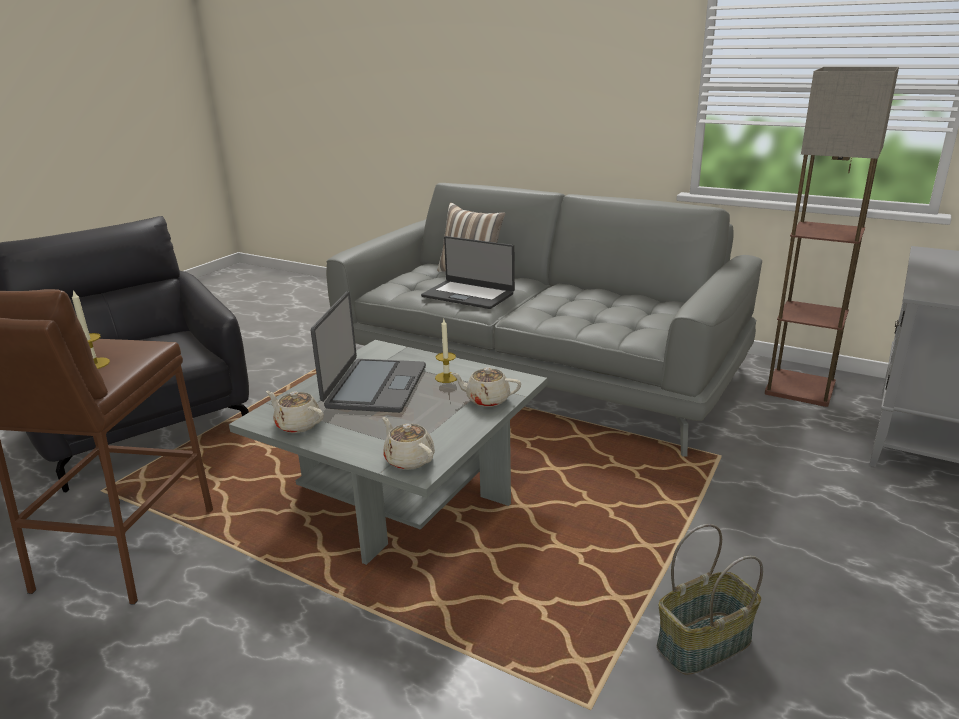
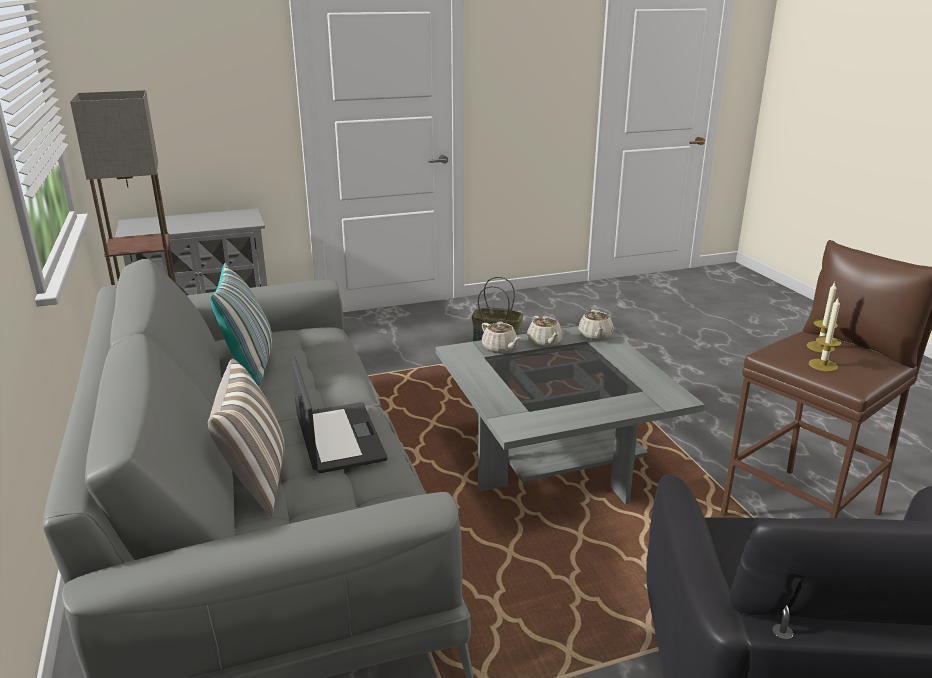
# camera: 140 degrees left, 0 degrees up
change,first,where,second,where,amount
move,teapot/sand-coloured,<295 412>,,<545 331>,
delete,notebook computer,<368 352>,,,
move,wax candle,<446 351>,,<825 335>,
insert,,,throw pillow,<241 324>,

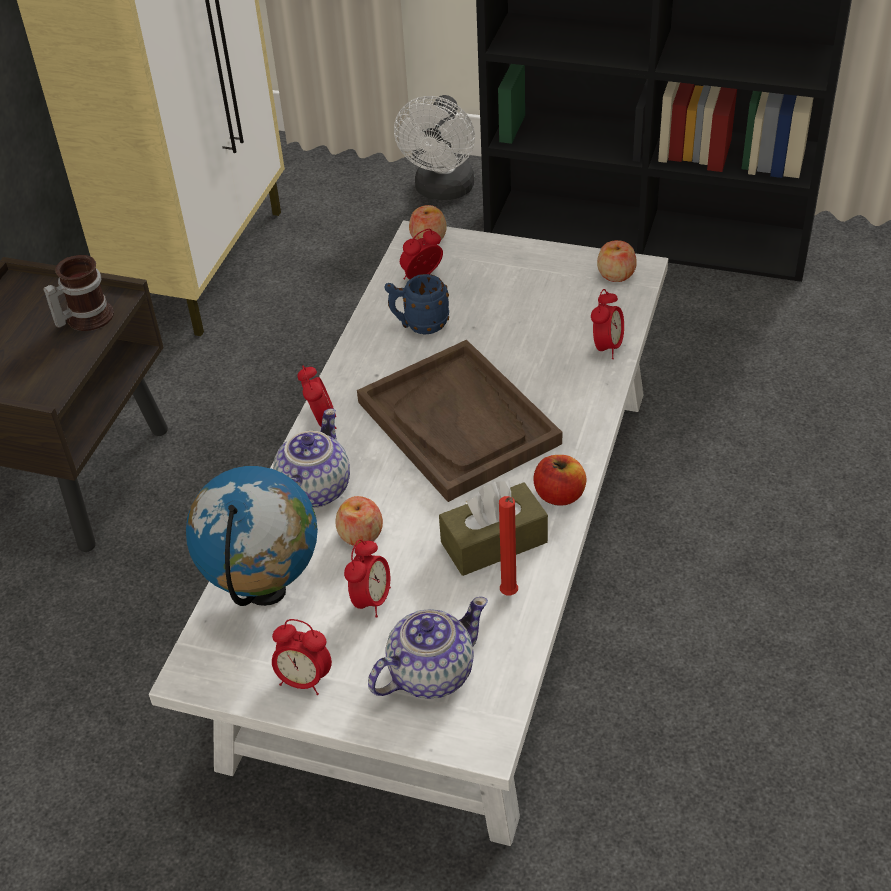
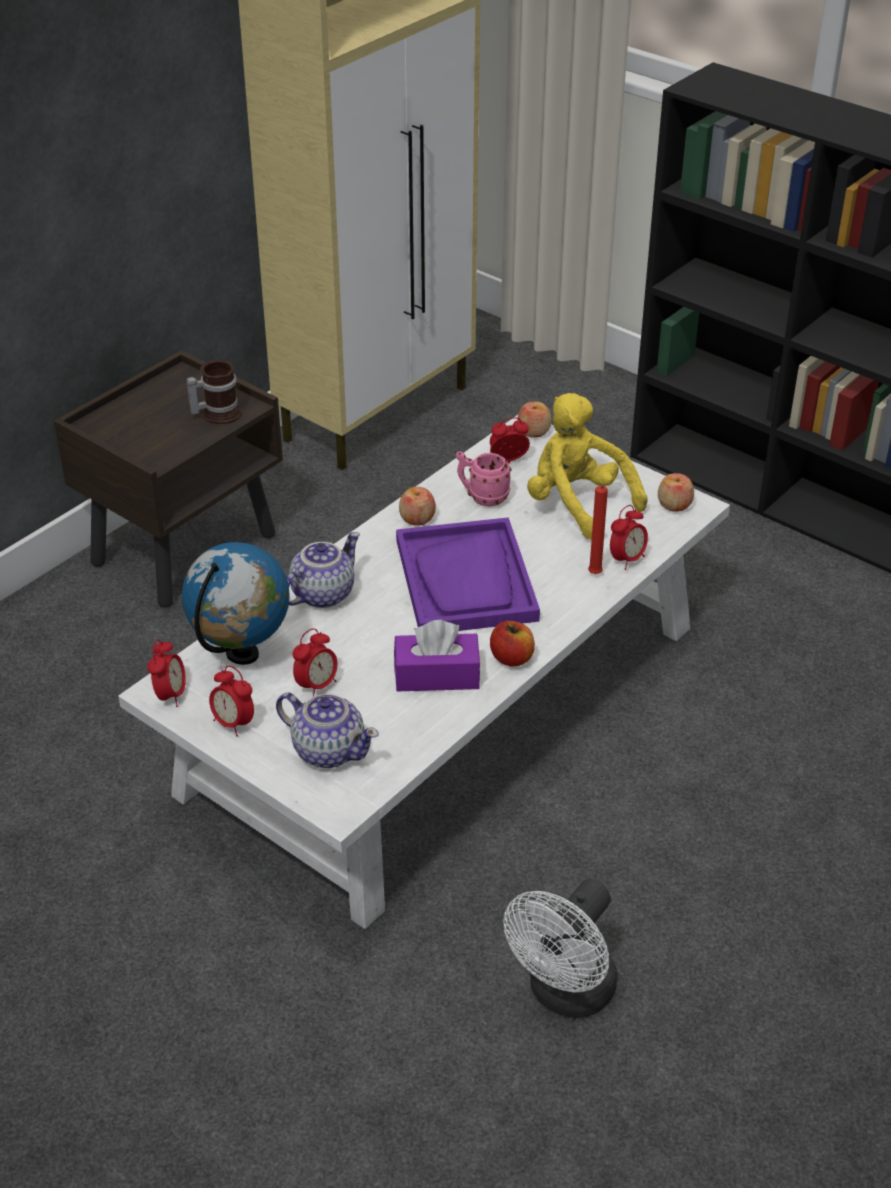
# camera: 20 degrees right, 5 degrees down
change,first,where,second,where,amount
move,alarm clock,<316 397>,,<166 673>,
move,whole apple,<359 521>,,<417 506>,
recolor,tray/brown,<459 421>,tray/purple-coloured,<468 574>,
rotate,teapot,<428 648>,,<327 730>,45 degrees clockwise
recolor,tea mug/bluish,<416 304>,tea mug/pink-coloured,<483 479>,
move,fan/whitish,<434 147>,,<561 948>,
recolor,tissue box/brown,<493 528>,tissue box/purple-coloured,<437 655>,
move,wax candle/red-coloured,<508 545>,,<598 529>,
insert,,,soft toy/yellowish,<587 466>,

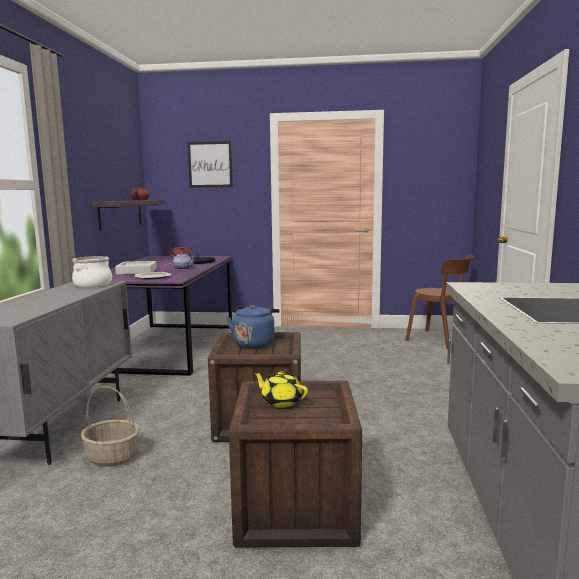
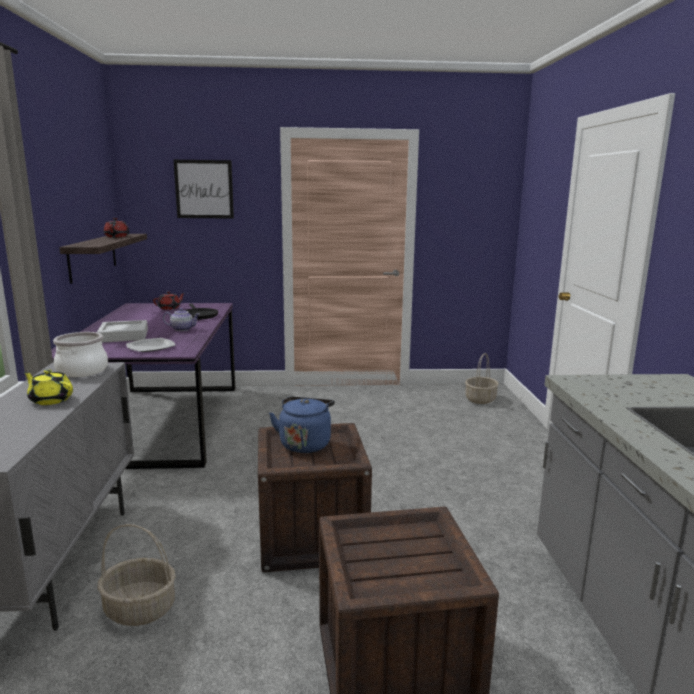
# camera: 10 degrees left, 5 degrees up
change,first,where,second,where,amount
move,teapot/yellowish,<281 389>,,<48 387>,
replace,plain chair/brown,<439 301>,basket,<482 378>,

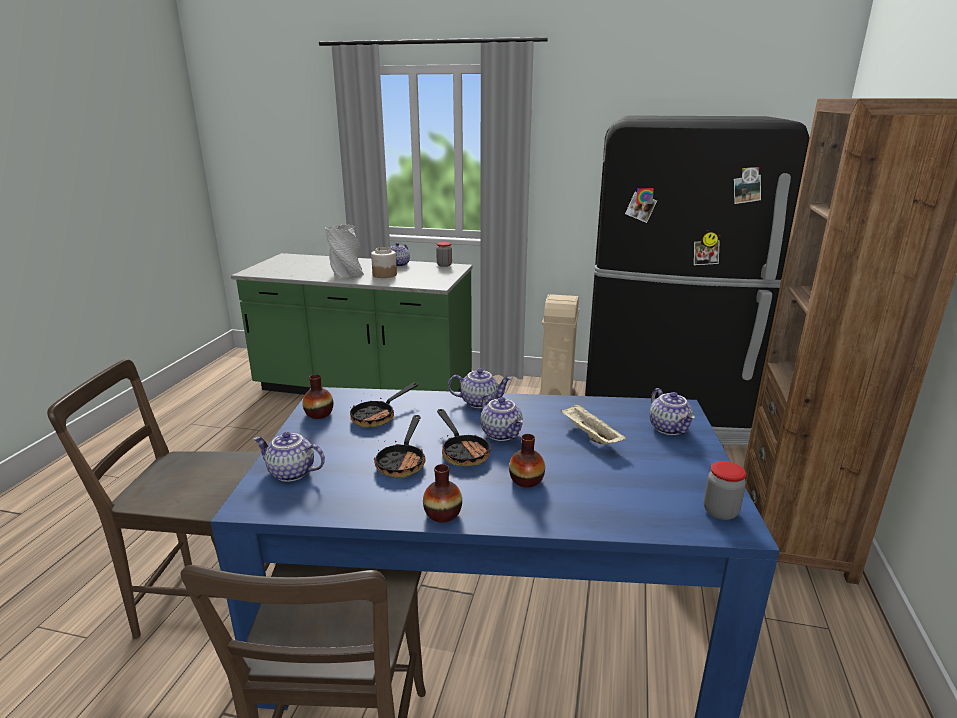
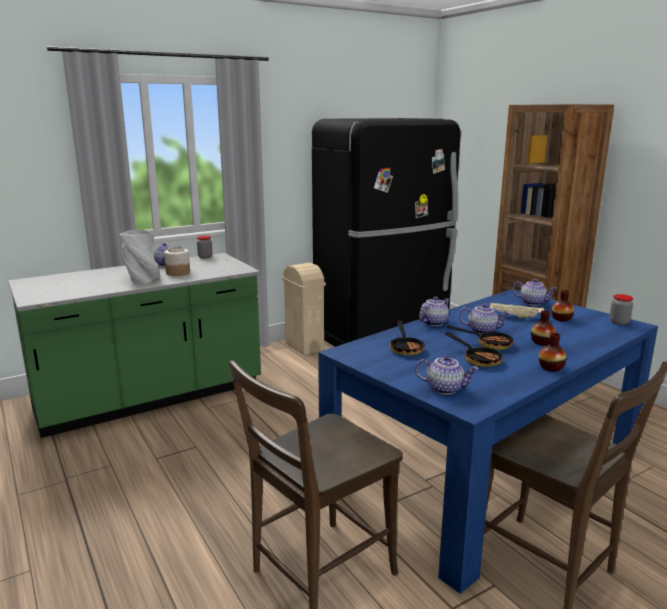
# camera: 45 degrees left, 5 degrees down
change,first,where,second,where,amount
rotate,teapot,<289 457>,,<447 375>,135 degrees counterclockwise
move,vase,<318 396>,,<562 305>,

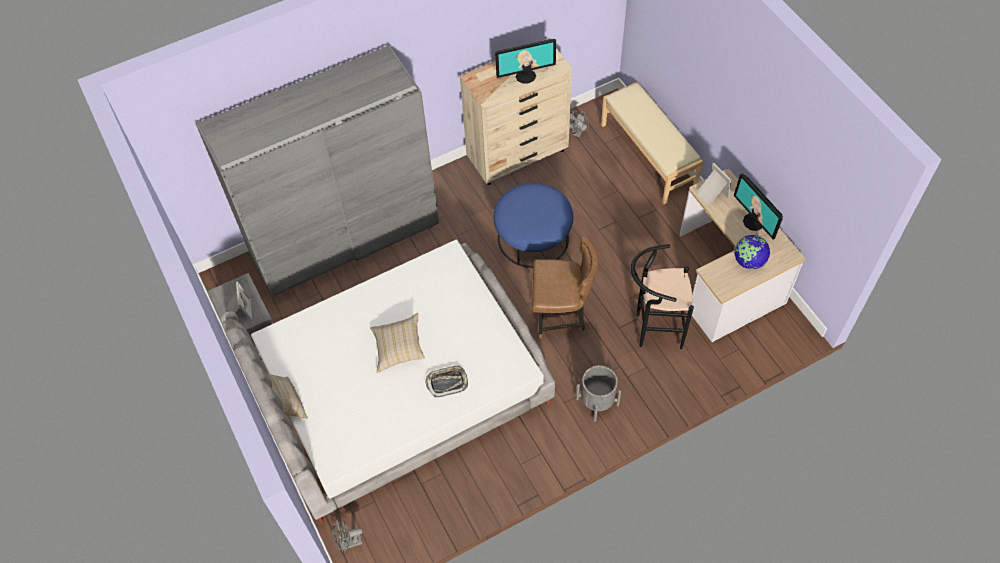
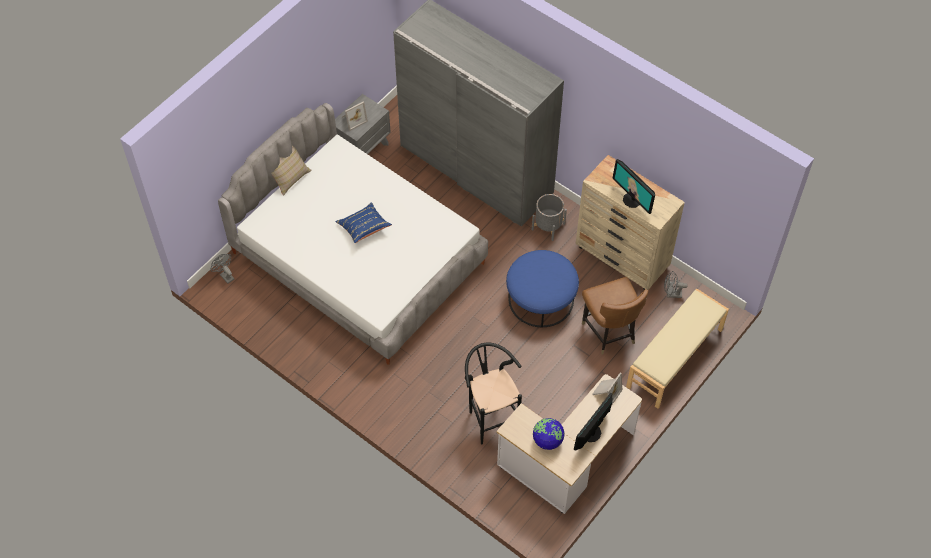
# camera: 65 degrees right, 0 degrees up
change,first,where,second,where,amount
recolor,throw pillow/sand-coloured,<397 343>,throw pillow/bluish,<364 222>,
delete,tray,<446 381>,,,
move,plain chair/brown,<565 287>,,<615 315>,
move,flower pot/greyish,<598 393>,,<549 217>,

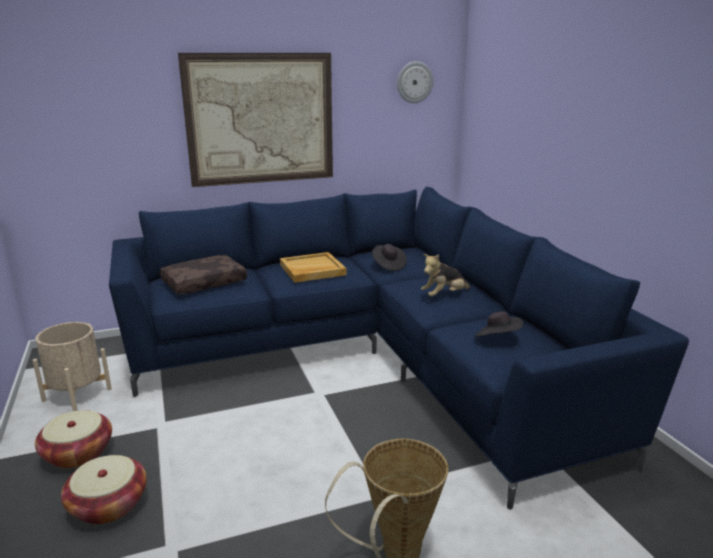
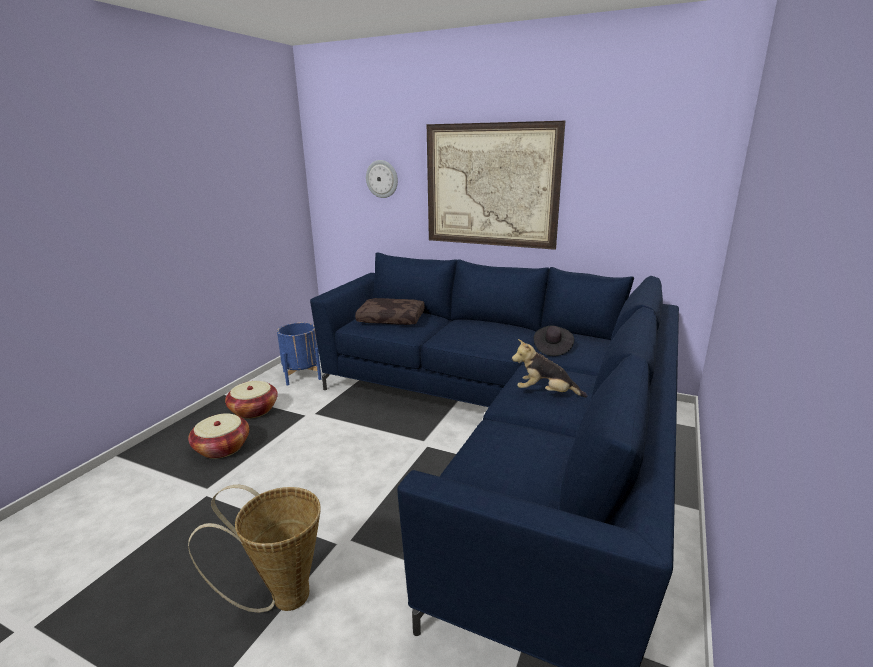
# camera: 45 degrees right, 0 degrees up
change,first,where,second,where,amount
recolor,flower pot/sand-coloured,<72 366>,flower pot/bluish,<299 354>,
delete,tray/sand-coloured,<313 267>,,,
move,clock on the wall,<415 82>,,<382 179>,
delete,hat/blackish,<499 324>,,,

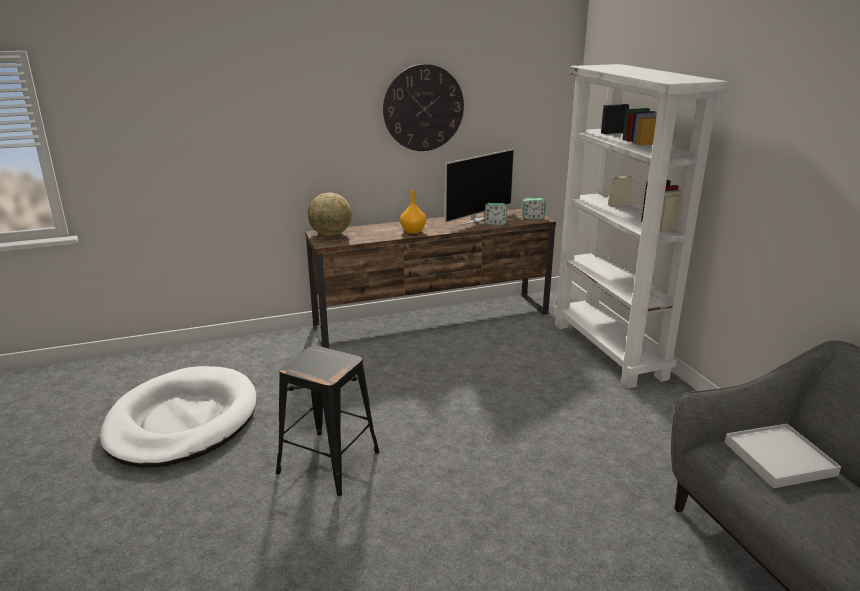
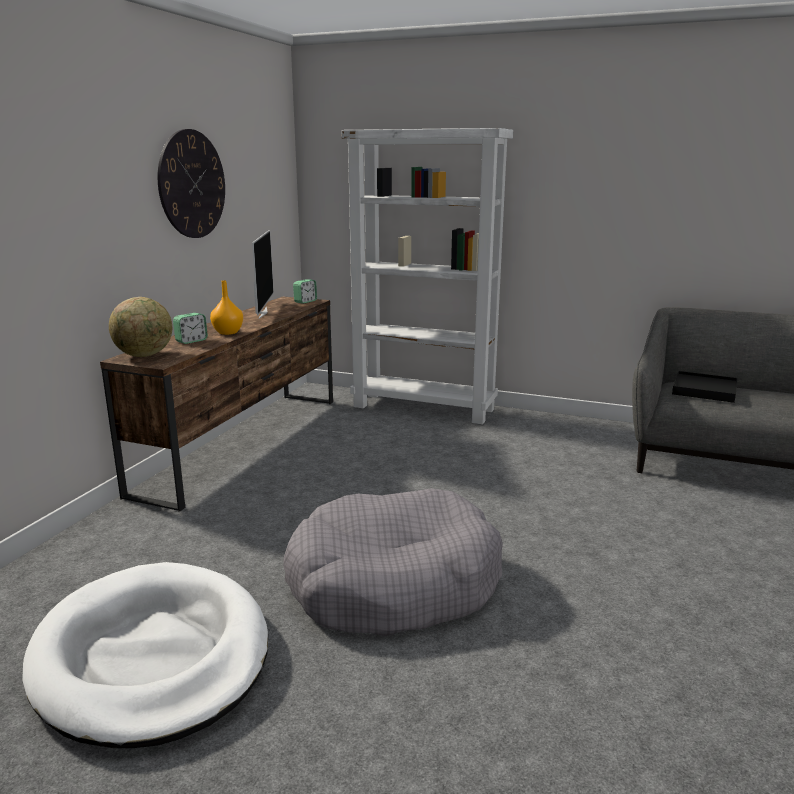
# camera: 50 degrees left, 5 degrees down
change,first,where,second,where,amount
replace,stool/blackish,<328 421>,pet bed/greyish,<393 562>,
move,alarm clock,<496 214>,,<190 328>,
recolor,tray/whitish,<783 456>,tray/blackish,<704 387>,

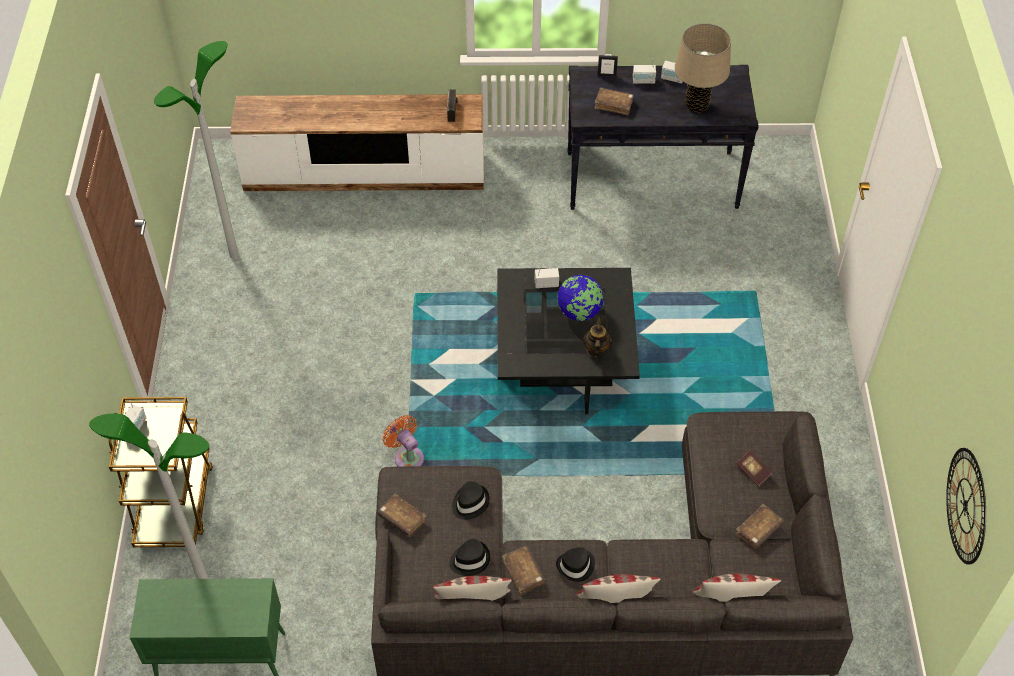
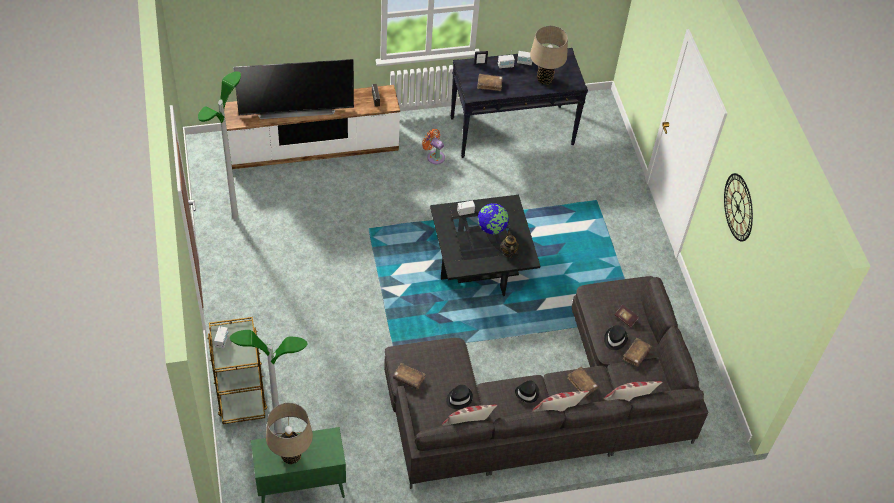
# camera: 15 degrees left, 0 degrees up
change,first,where,second,where,amount
move,fan/orangey,<403 440>,,<433 146>,
move,hat/blackish,<471 500>,,<616 337>,
move,volume/brown,<524 570>,,<583 382>,
move,clock on the wall,<966 506>,,<738 207>,
insert,,,TV set,<293 89>,
insert,,,tabletop lamp/sand-coloured,<289 433>,

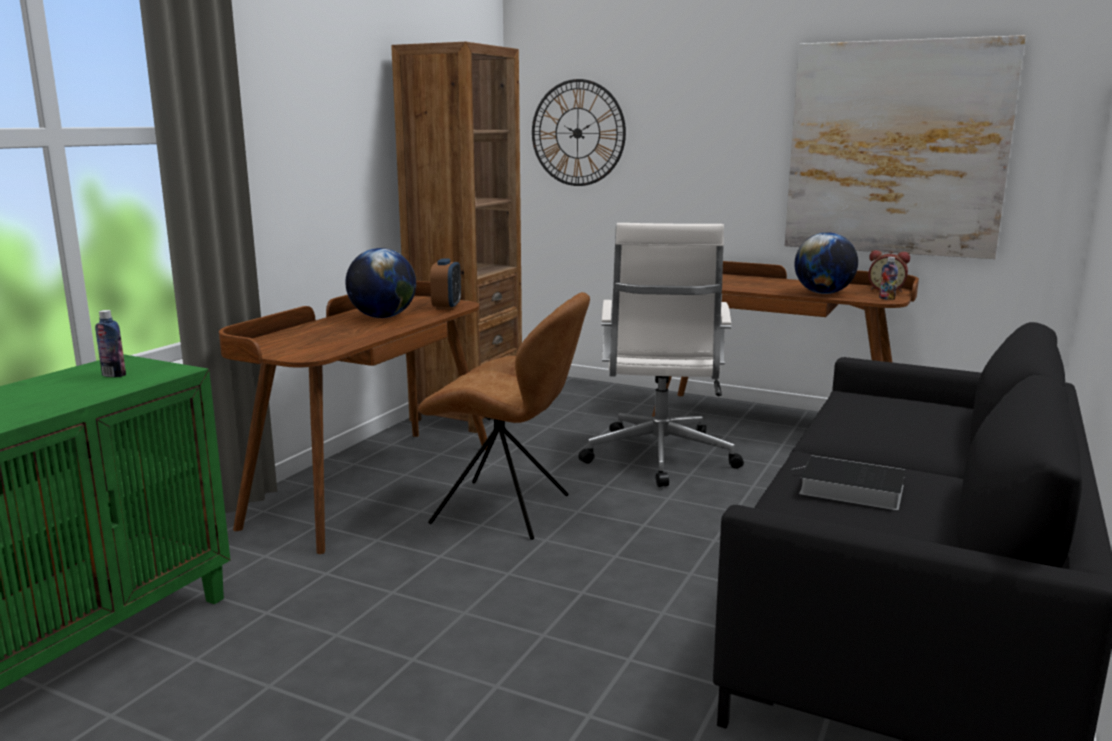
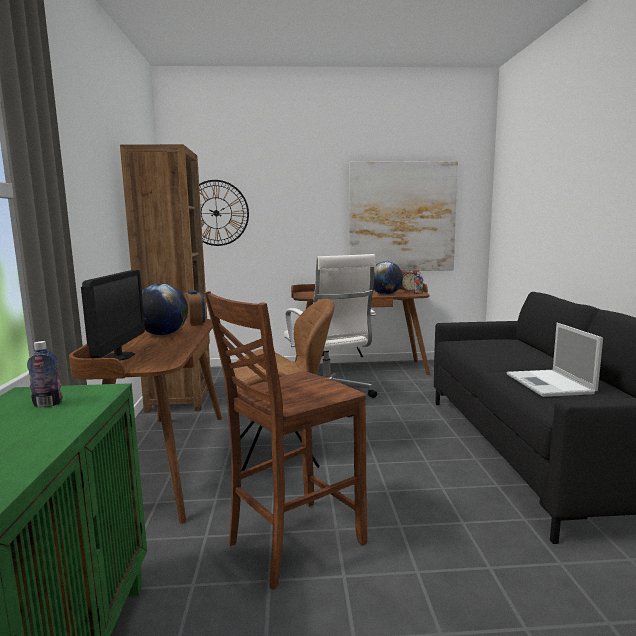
# camera: 30 degrees left, 5 degrees down
change,first,where,second,where,amount
replace,volume,<849 482>,notebook computer,<554 360>,
insert,,,monitor,<113 315>,
insert,,,plain chair/brown,<285 440>,

